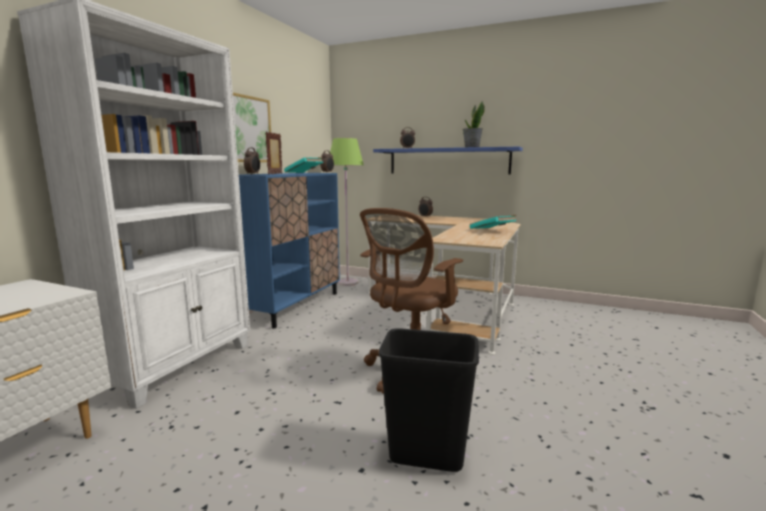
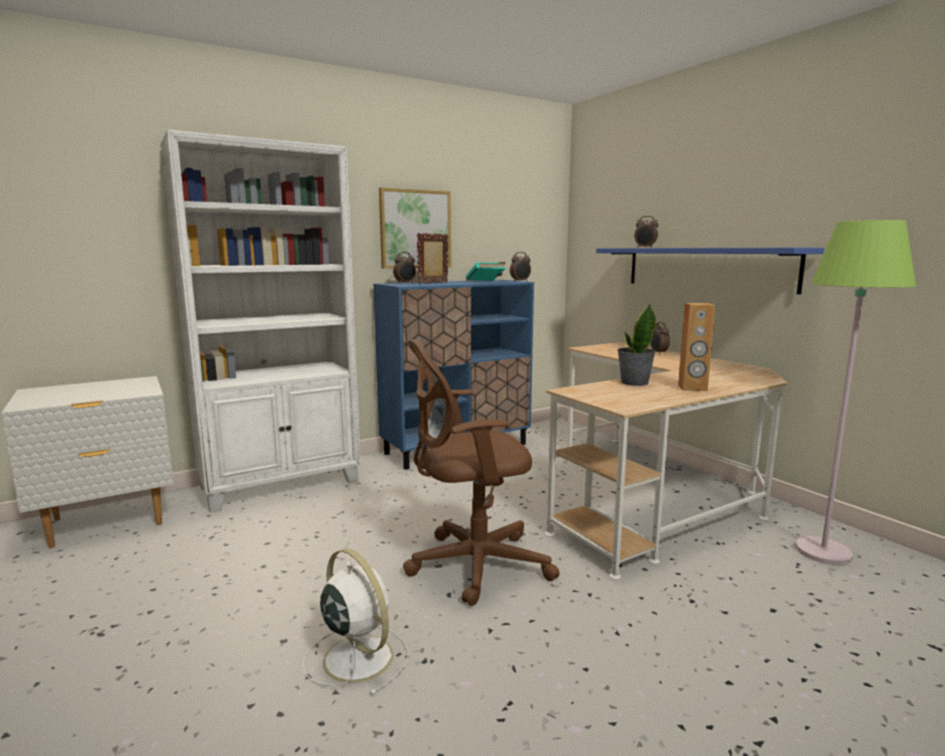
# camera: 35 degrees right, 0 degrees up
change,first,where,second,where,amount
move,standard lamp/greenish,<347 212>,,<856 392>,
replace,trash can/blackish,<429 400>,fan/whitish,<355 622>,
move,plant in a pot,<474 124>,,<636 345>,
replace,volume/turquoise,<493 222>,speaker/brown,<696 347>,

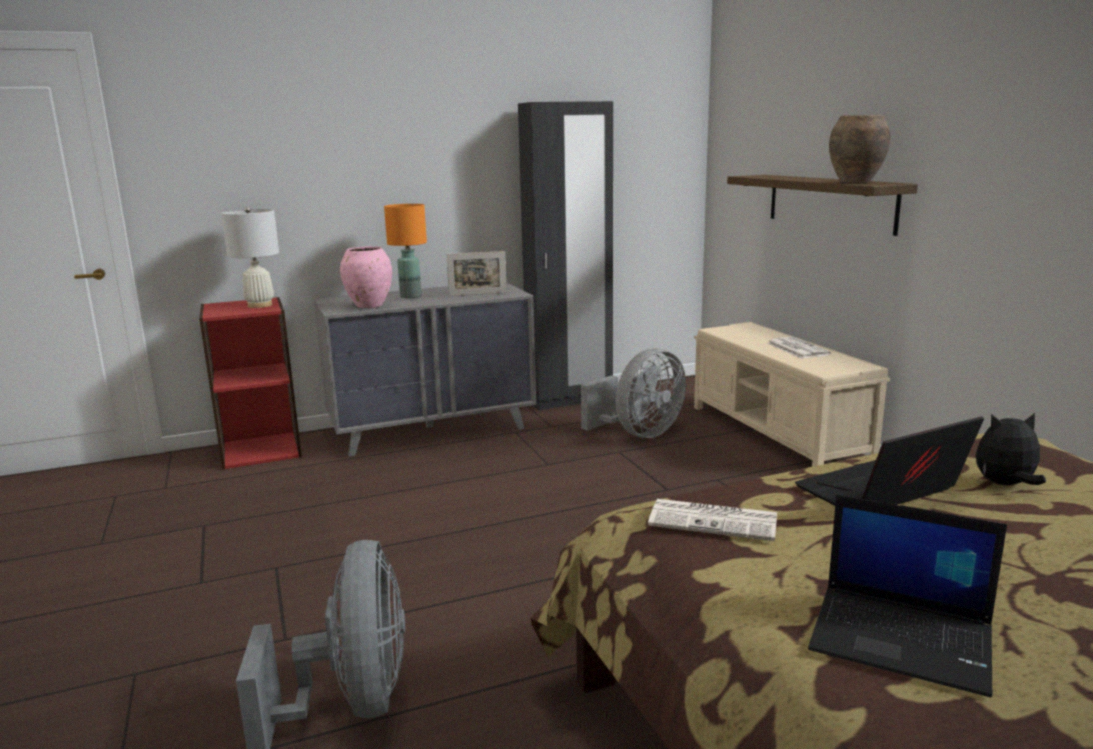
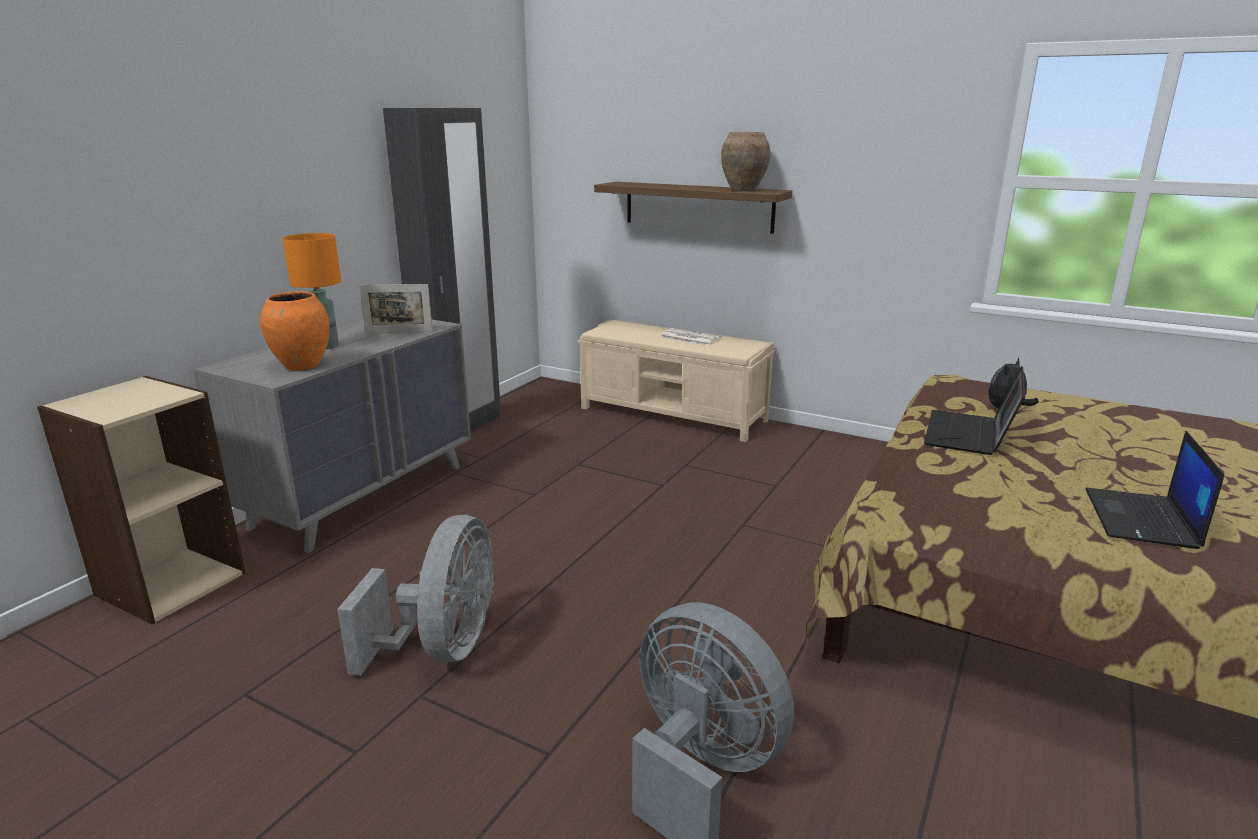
# camera: 40 degrees left, 5 degrees up
change,first,where,second,where,amount
recolor,bookshelf/red-coloured,<250 383>,bookshelf/sand-coloured,<141 500>,
delete,tabletop lamp/whitish,<250 257>,,,
recolor,vase/pink-coloured,<366 277>,vase/orangey,<295 331>,
rotate,standing frame,<476 273>,,<396 308>,45 degrees clockwise
move,fan/greyish,<633 393>,,<415 595>,
delete,daily paper,<712 520>,,,
rotate,notebook computer,<907 596>,,<1155 490>,120 degrees clockwise

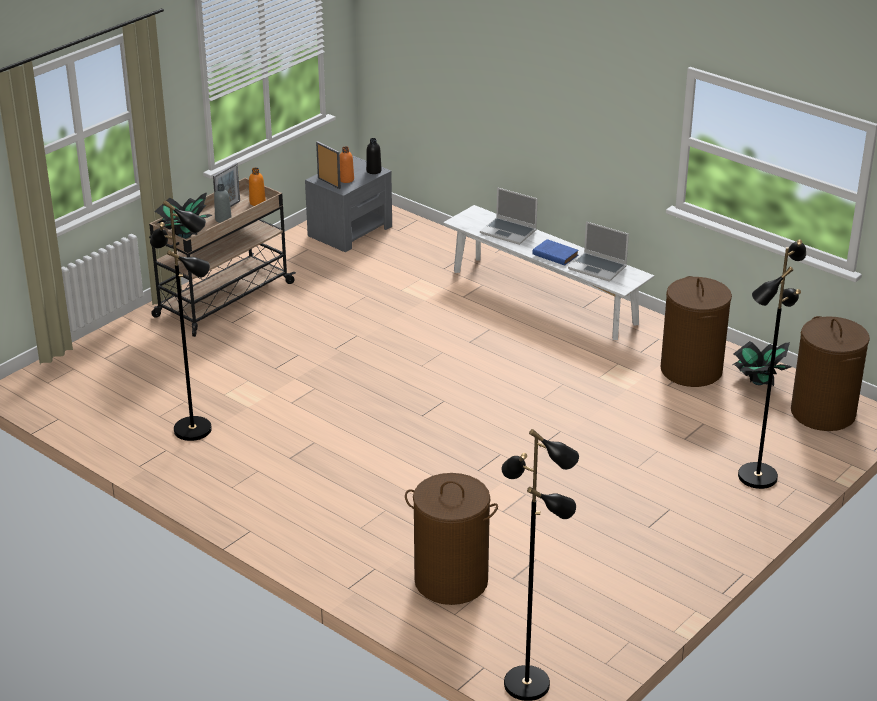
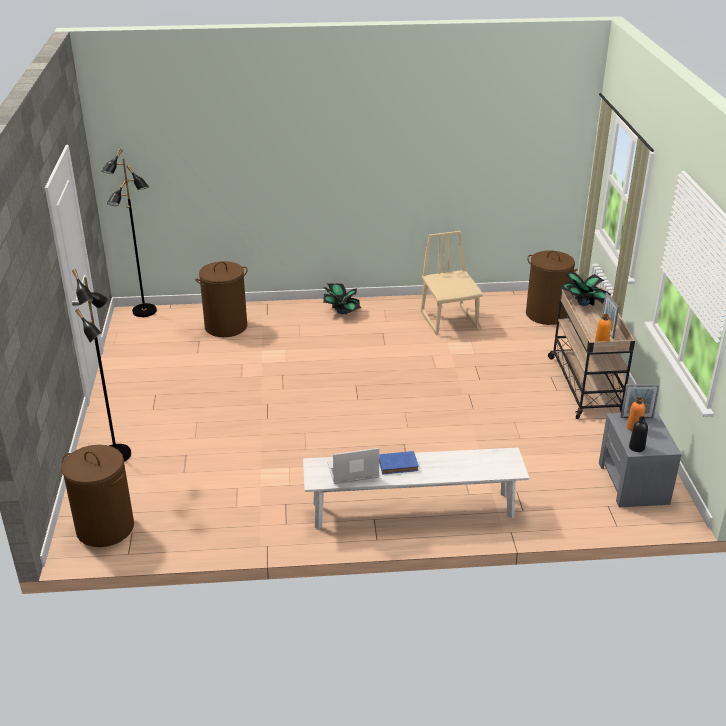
# camera: 135 degrees right, 0 degrees up
change,first,where,second,where,amount
replace,standard lamp/blackish,<181 320>,plain chair/sand-coloured,<452 283>,
delete,bottle/greyish,<223 203>,,,
delete,notebook computer,<509 216>,,,
move,washing basket/brown,<696 331>,,<552 288>,
move,plant in a pot,<762 363>,,<342 299>,

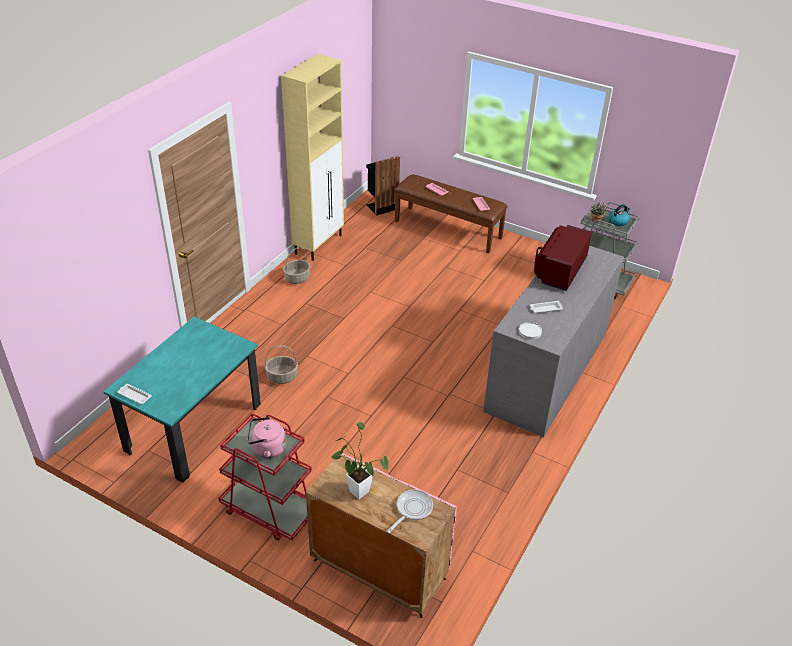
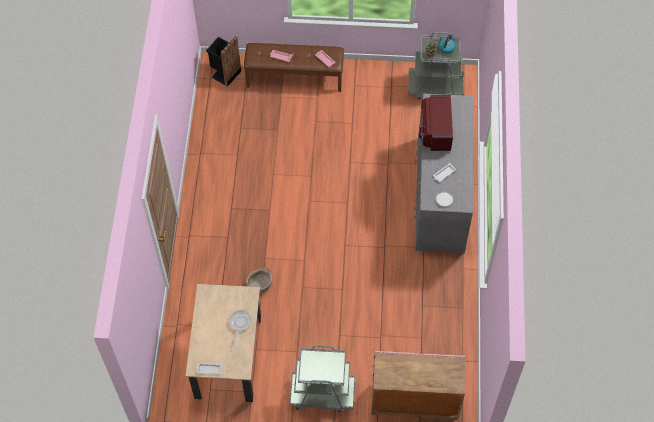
# camera: 25 degrees left, 20 degrees up
change,first,where,second,where,amount
recolor,dinner table/turquoise,<182 400>,dinner table/sand-coloured,<223 343>,
recolor,cart/red-coloured,<265 476>,cart/greyish,<322 379>,
delete,tea kettle/pink-coloured,<266 437>,,,
delete,storage cabinet/sand-coloured,<312 157>,,,
delete,basket,<297 265>,,,
delete,plant in a pot,<360 460>,,,
move,skillet,<410 511>,,<240 328>,

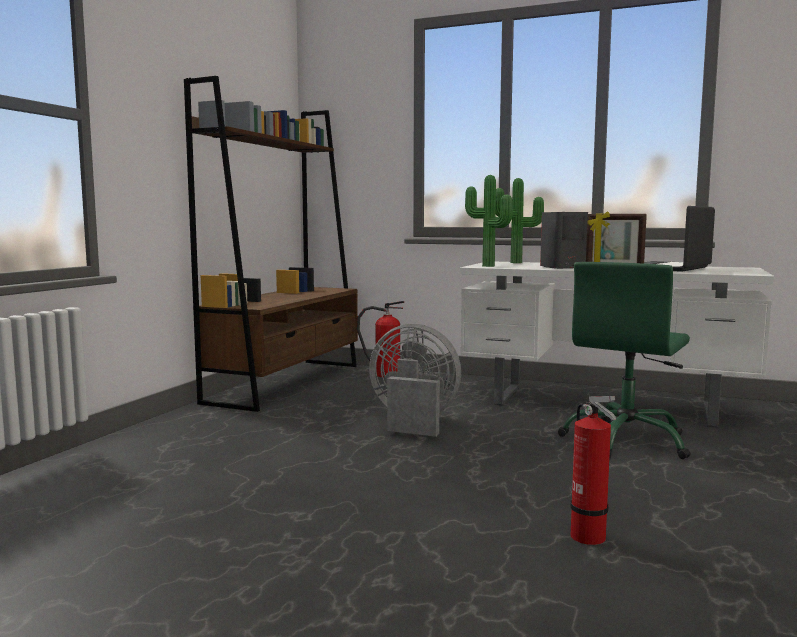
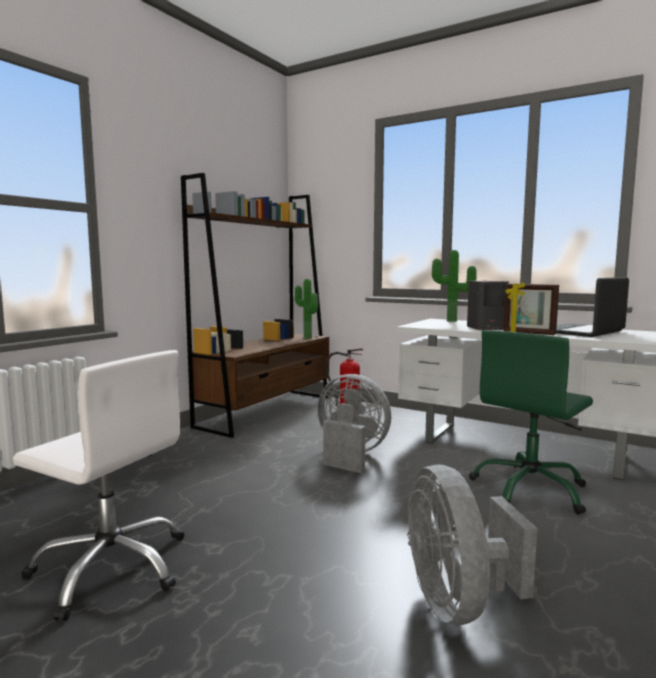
# camera: 10 degrees right, 0 degrees up
change,first,where,second,where,amount
move,plant in a pot,<488 221>,,<306 309>,
replace,fire-fighting cylinder,<593 470>,fan/greyish,<472 544>,
insert,,,desk chair/whitish,<98 485>,

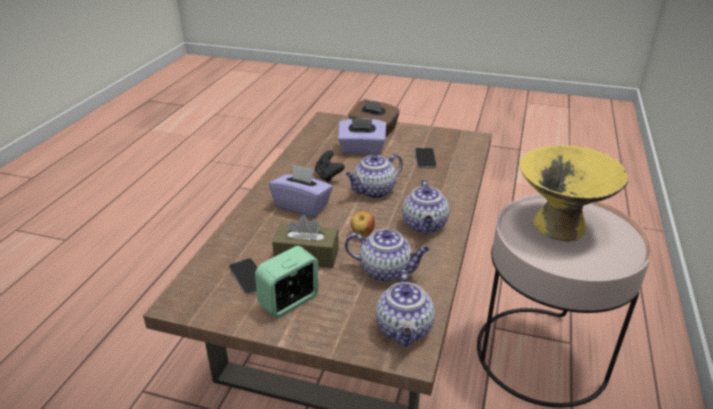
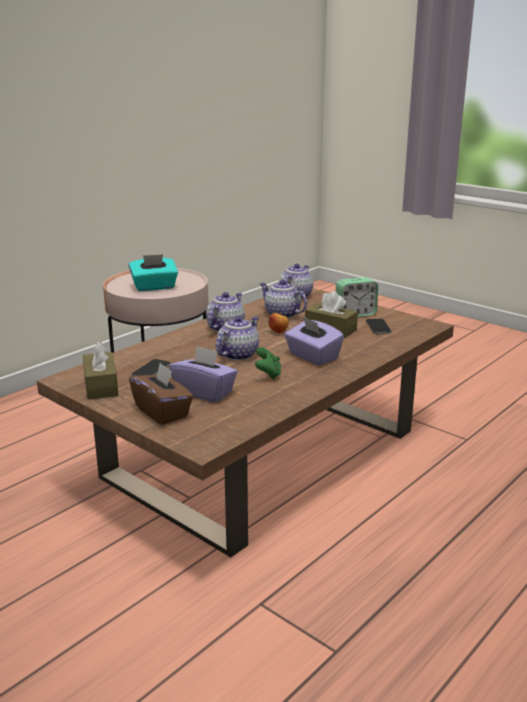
# camera: 155 degrees left, 10 degrees down
change,first,where,second,where,amount
recolor,game controller/blackish,<330 166>,game controller/greenish,<268 363>,
rotate,teapot,<374 176>,,<237 338>,45 degrees counterclockwise
replace,bowl/yellowish,<573 193>,tissue box/turquoise,<153 273>,
insert,,,tissue box/brown,<100 370>,

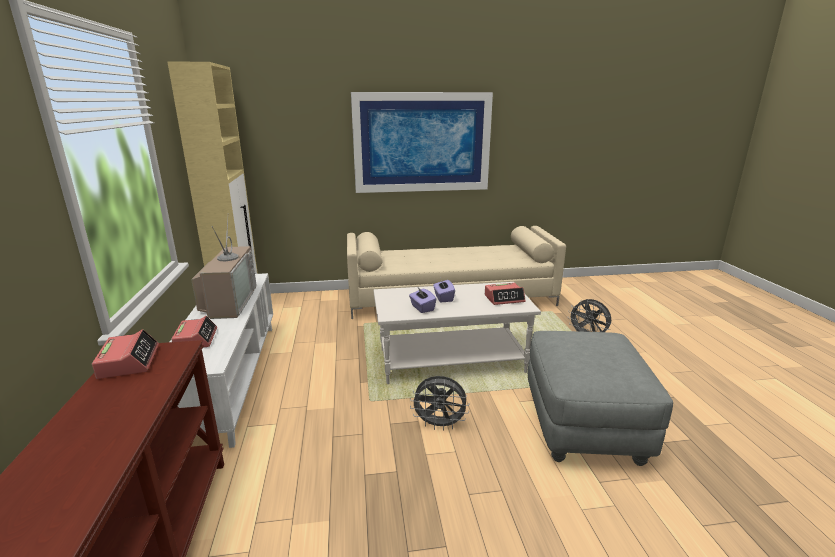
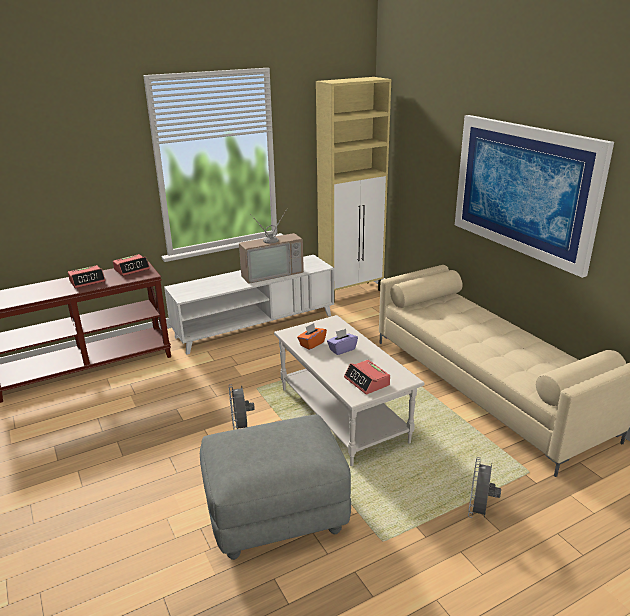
# camera: 70 degrees right, 5 degrees up
change,first,where,second,where,amount
move,alarm clock,<194 331>,,<87 276>,
recolor,tissue box/purple-coloured,<422 299>,tissue box/orangey,<312 336>,

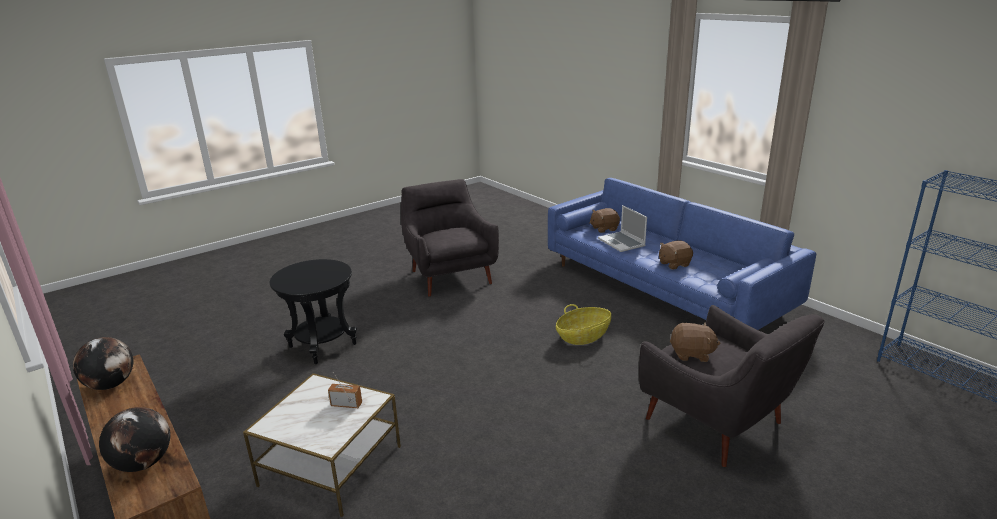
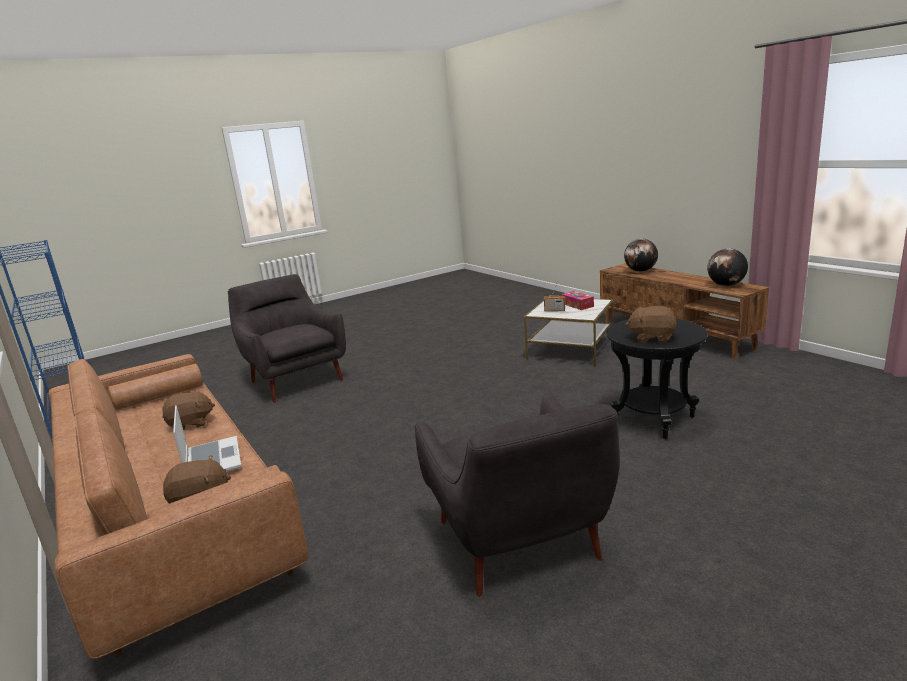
# camera: 175 degrees left, 5 degrees down
change,first,where,second,where,amount
recolor,settee/bluish,<682 254>,settee/brown,<178 506>,
delete,basket,<583 324>,,,
move,soft toy/brown,<695 342>,,<651 324>,
insert,,,tissue box,<577 300>,

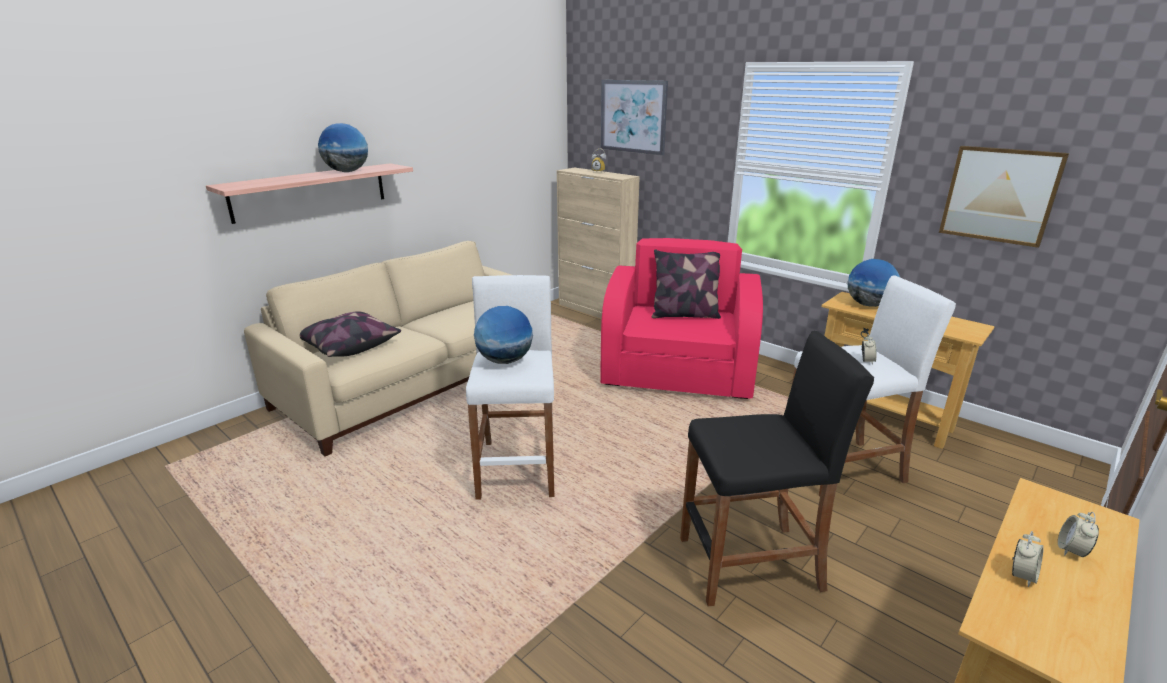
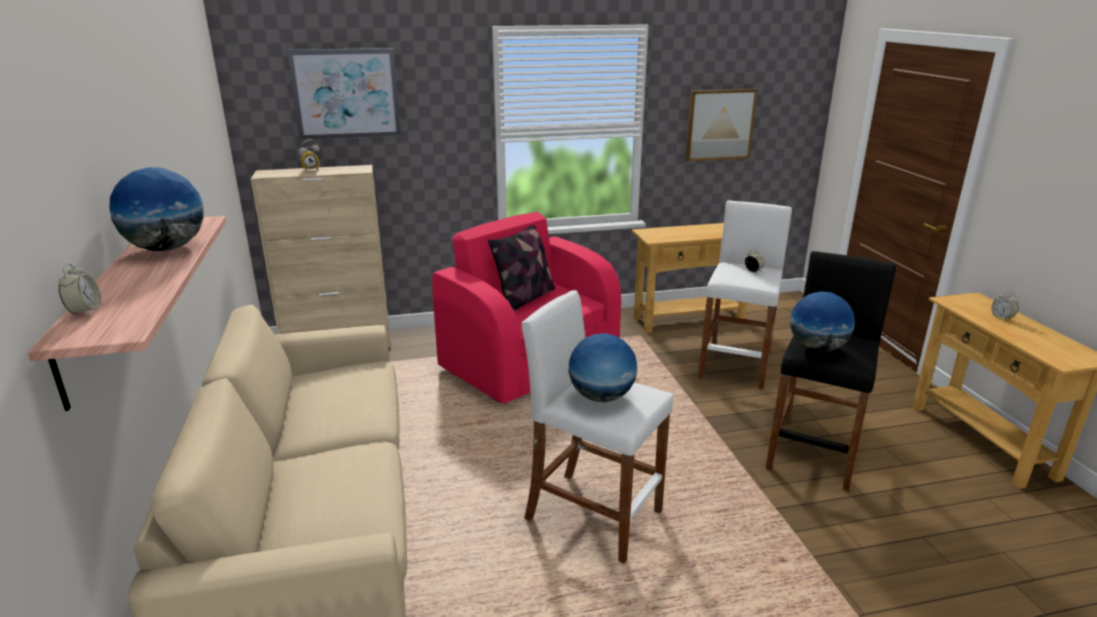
# camera: 55 degrees left, 0 degrees up
change,first,where,second,where,amount
delete,throw pillow,<350 334>,,,
move,world globe,<873 283>,,<822 321>,
move,alarm clock,<1028 559>,,<80 289>,

